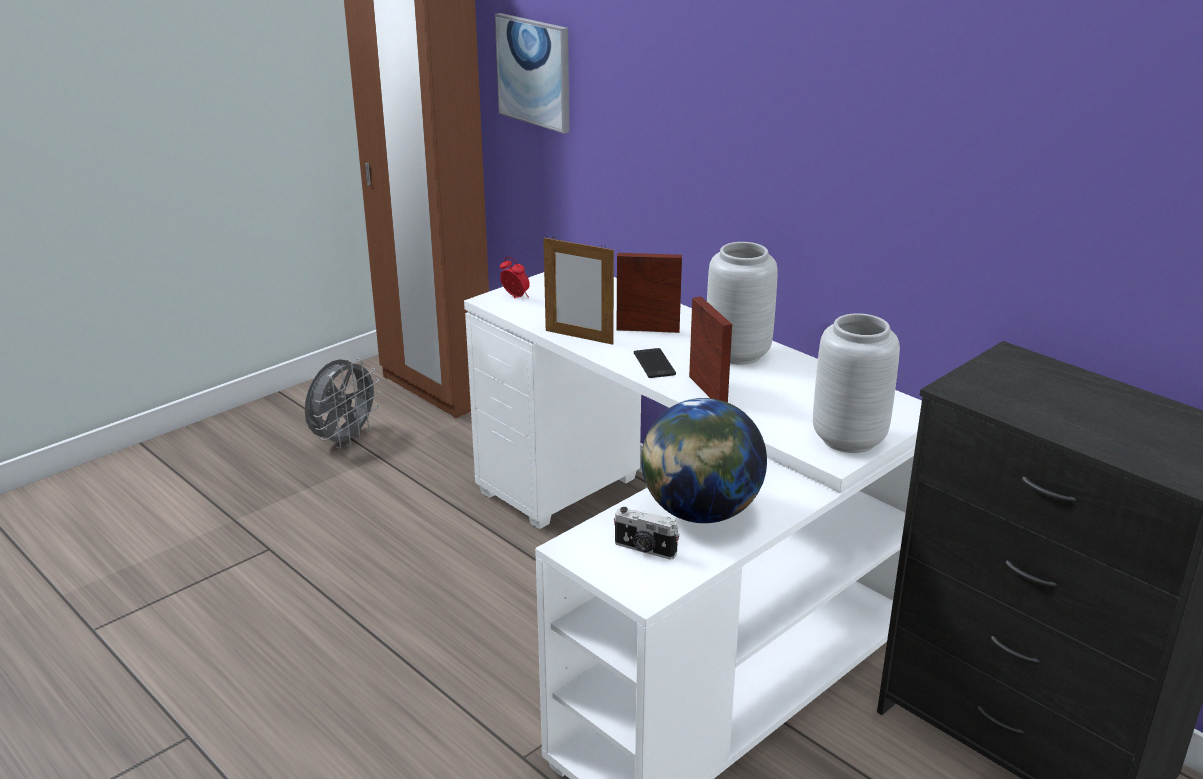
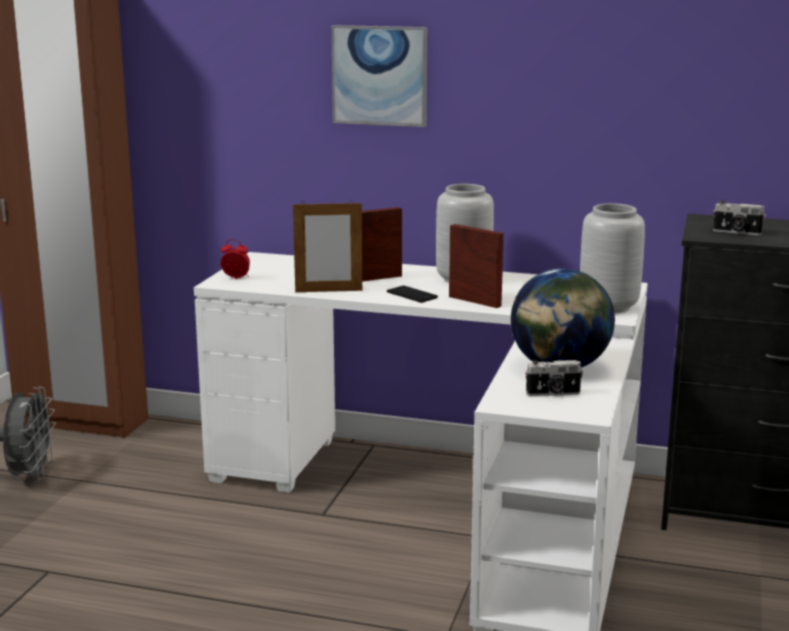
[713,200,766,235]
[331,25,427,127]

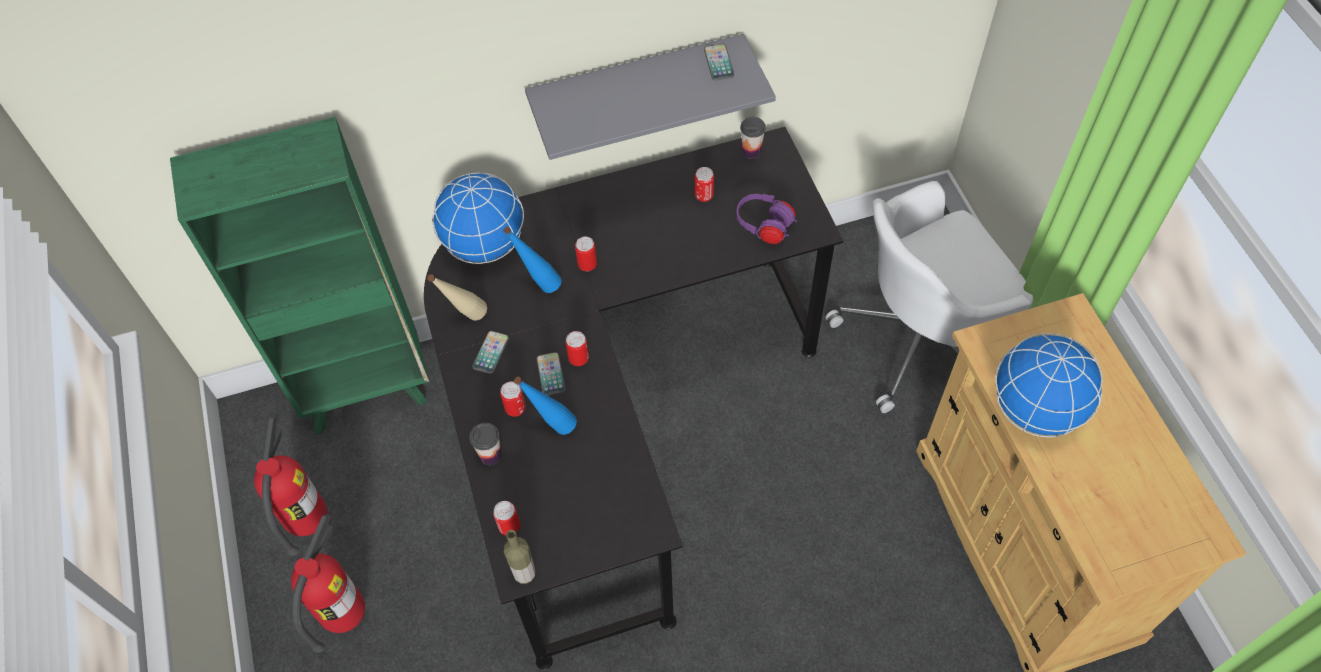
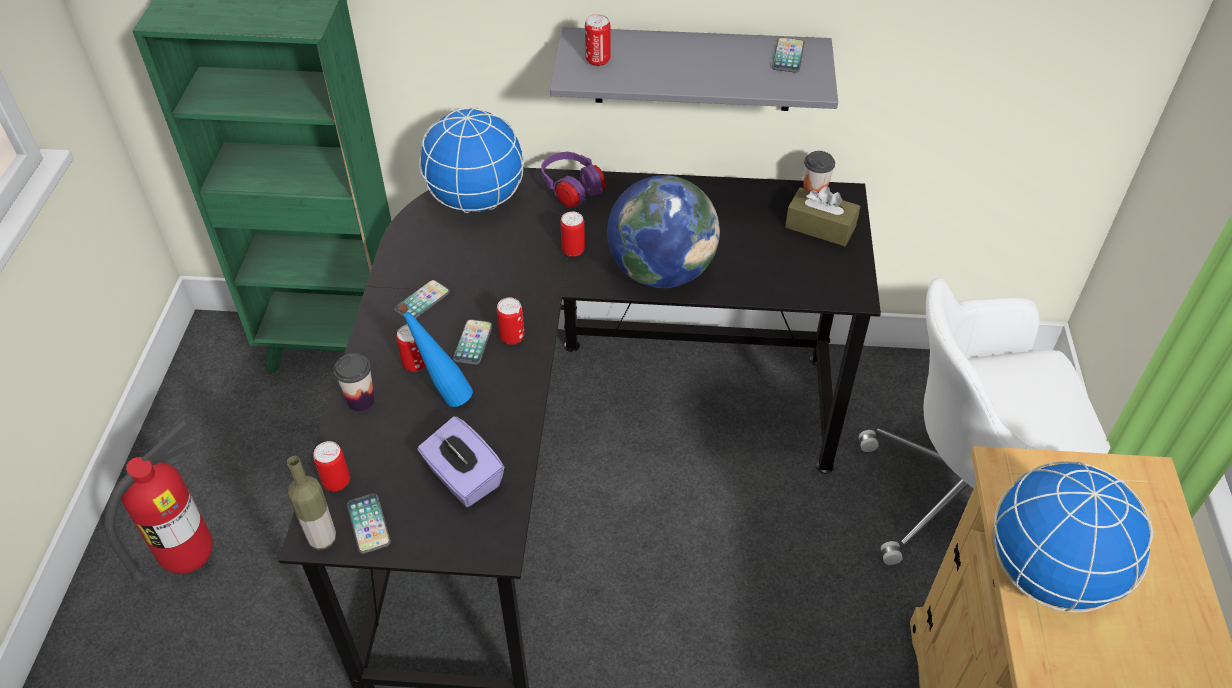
[254,417,327,556] (first image)
[427,274,487,320] (first image)
[503,227,562,293] (first image)
[347,493,391,554]
[418,416,504,507]
[607,175,720,288]
[785,186,860,246]
[585,14,611,66]
[541,152,606,208]

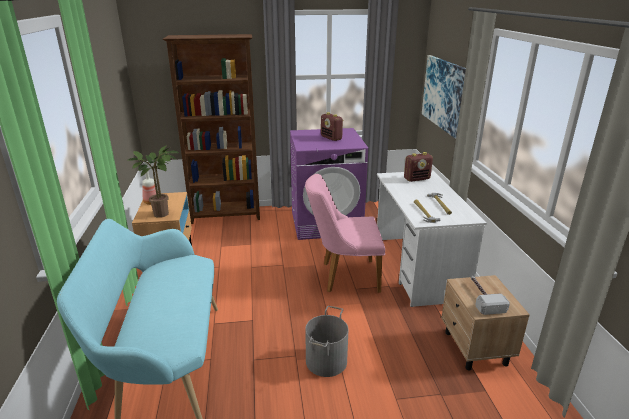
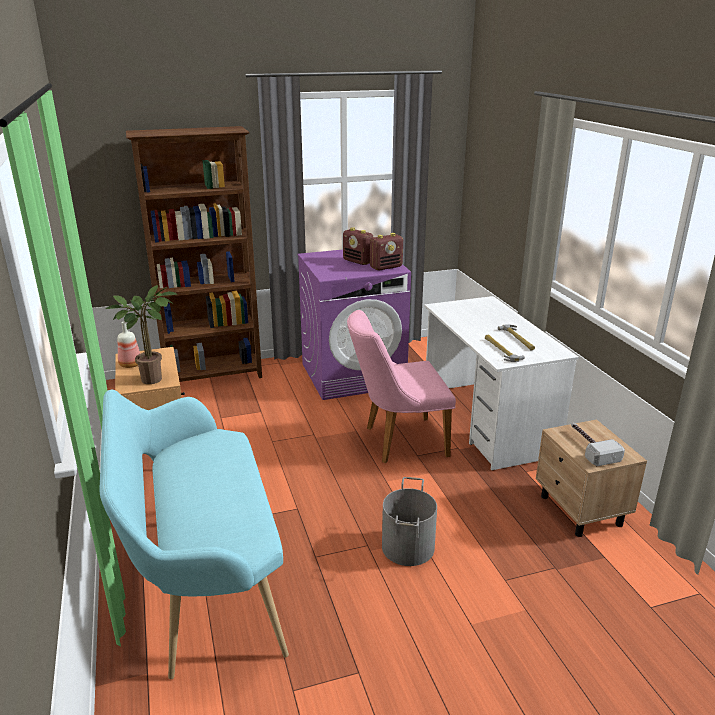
[422,55,466,139] (first image)
[370,233,403,271]

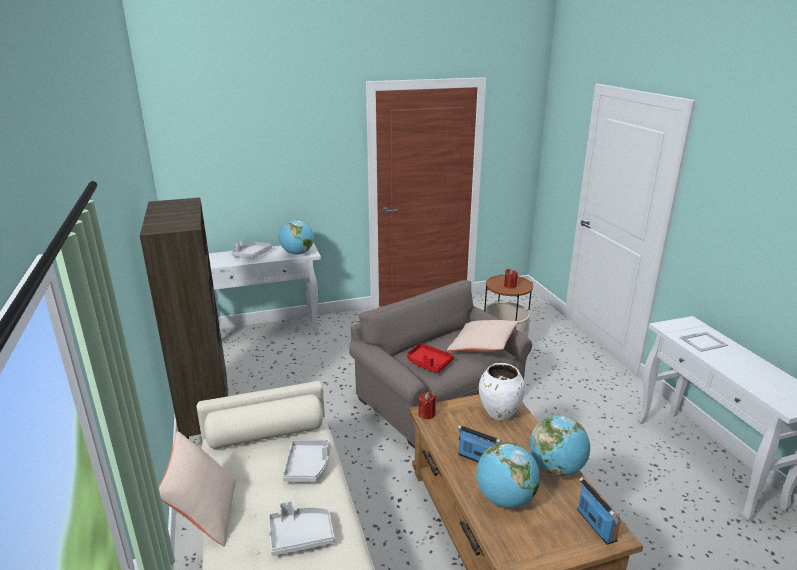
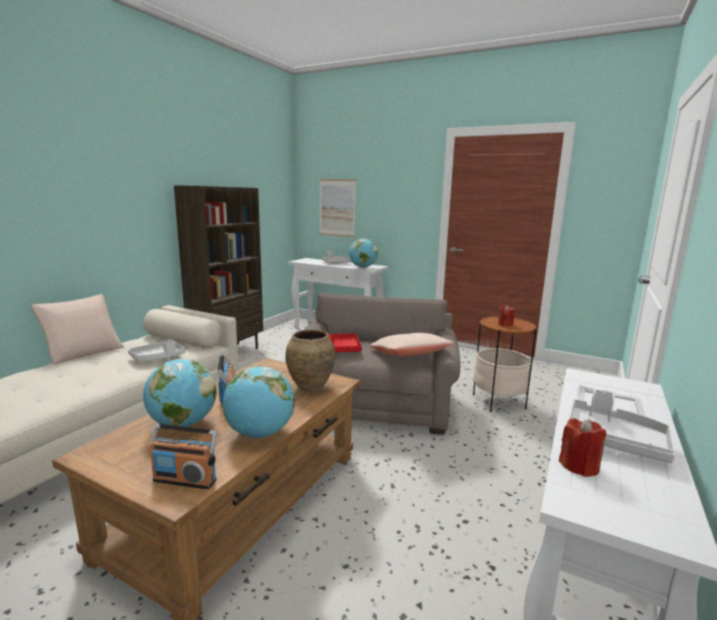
[319,180,356,237]
[566,389,675,463]
[559,418,606,477]
[285,329,335,392]
[150,424,218,489]

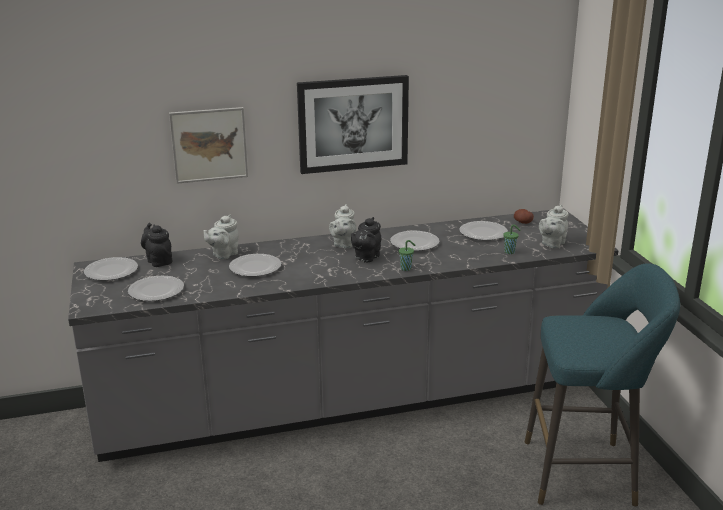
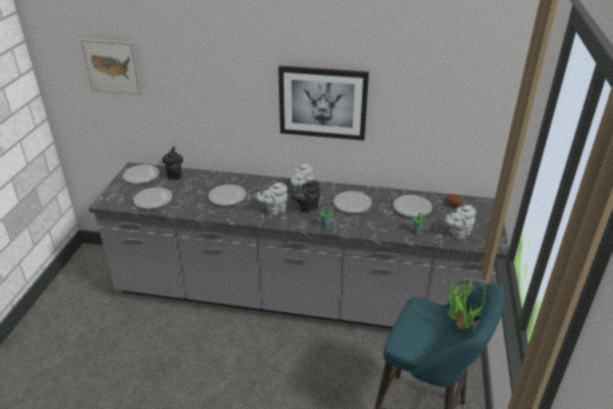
[444,275,494,331]
[81,39,141,94]
[257,182,288,215]

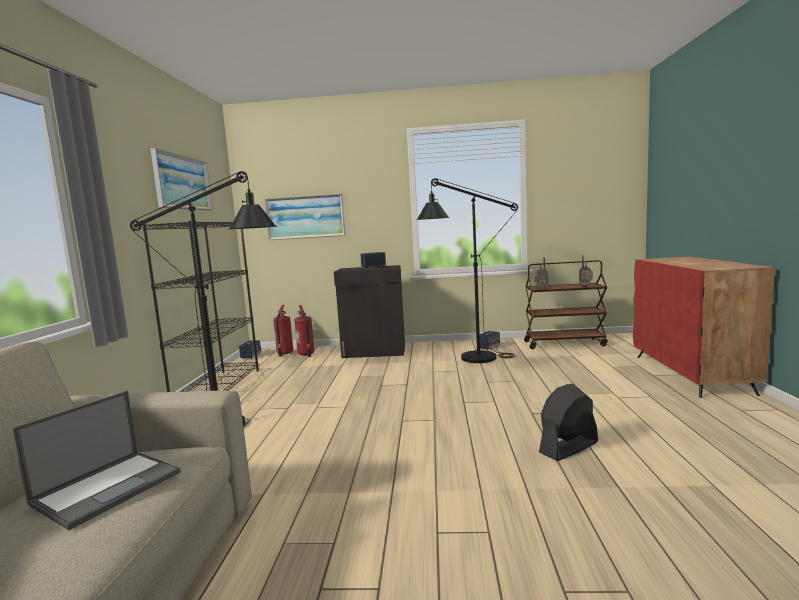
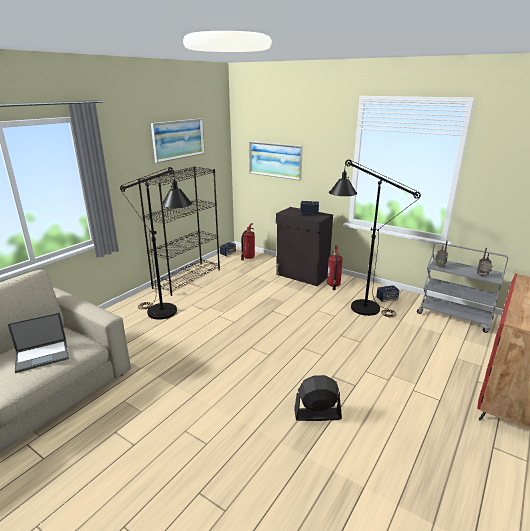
[327,245,343,290]
[417,242,508,333]

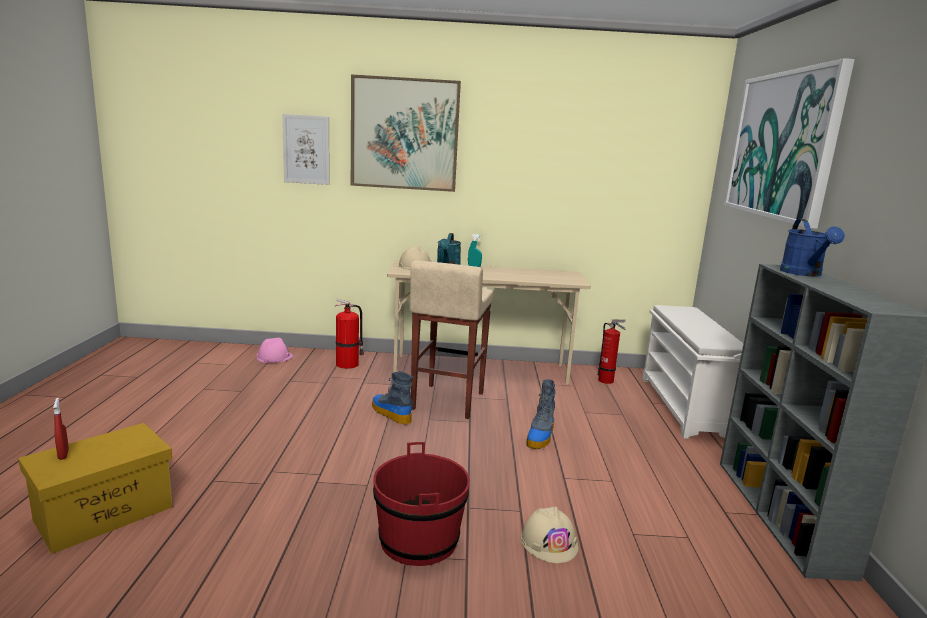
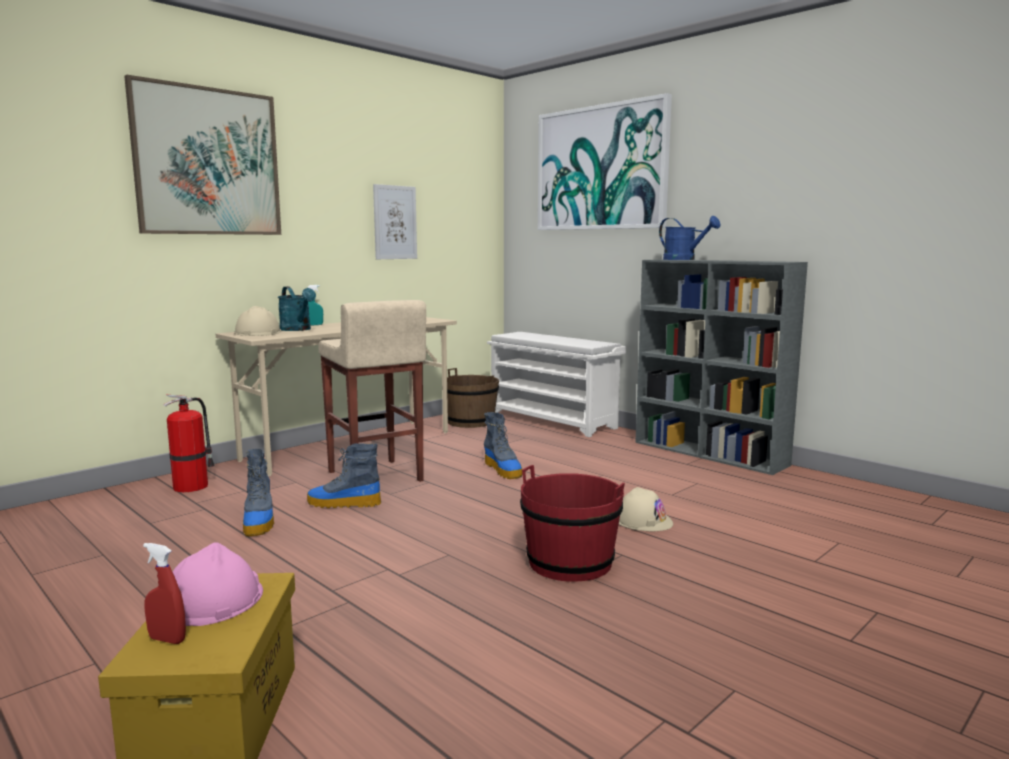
[243,449,274,536]
[173,543,263,626]
[373,184,417,259]
[447,368,499,428]

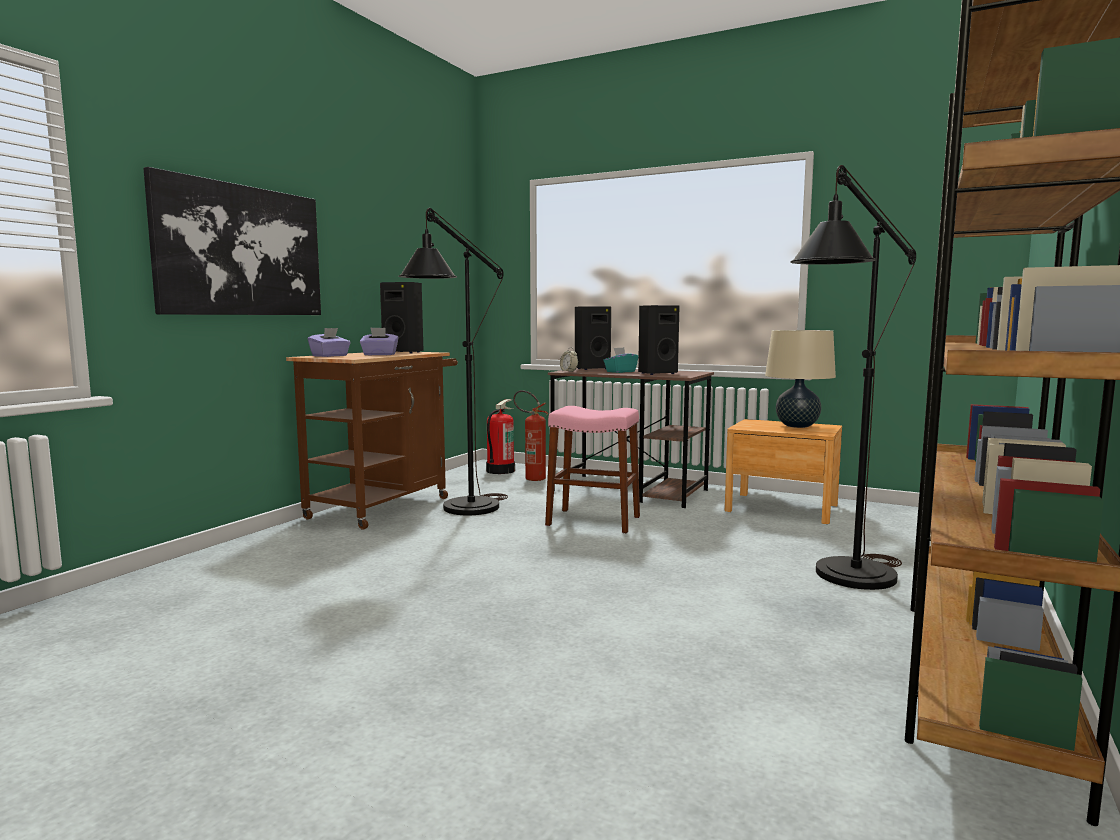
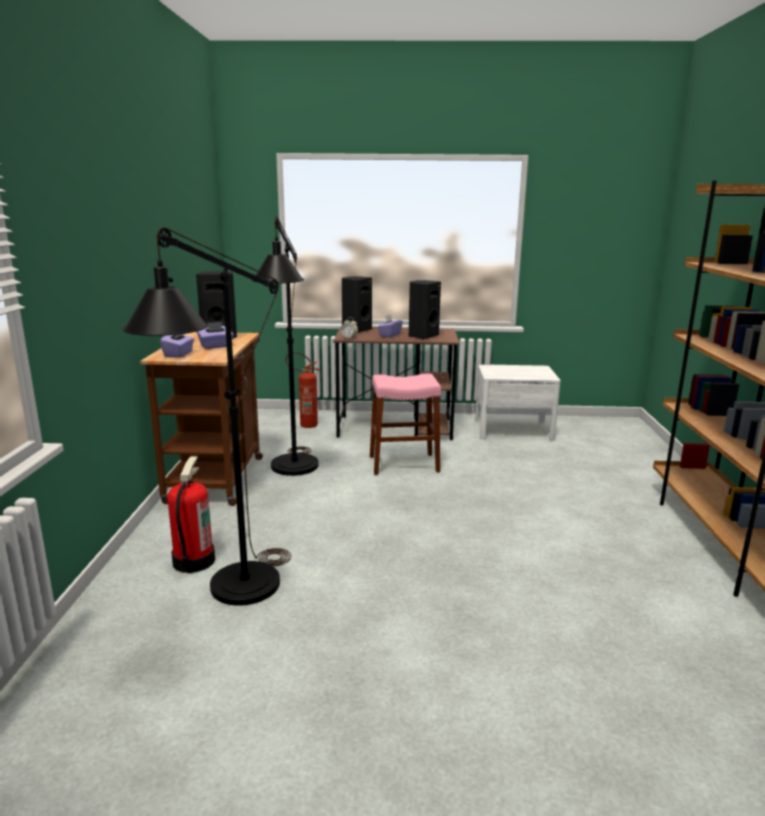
[143,167,321,315] (first image)
[765,330,836,428] (first image)
[167,457,215,573]
[123,227,291,606]
[377,314,403,337]
[475,364,561,441]

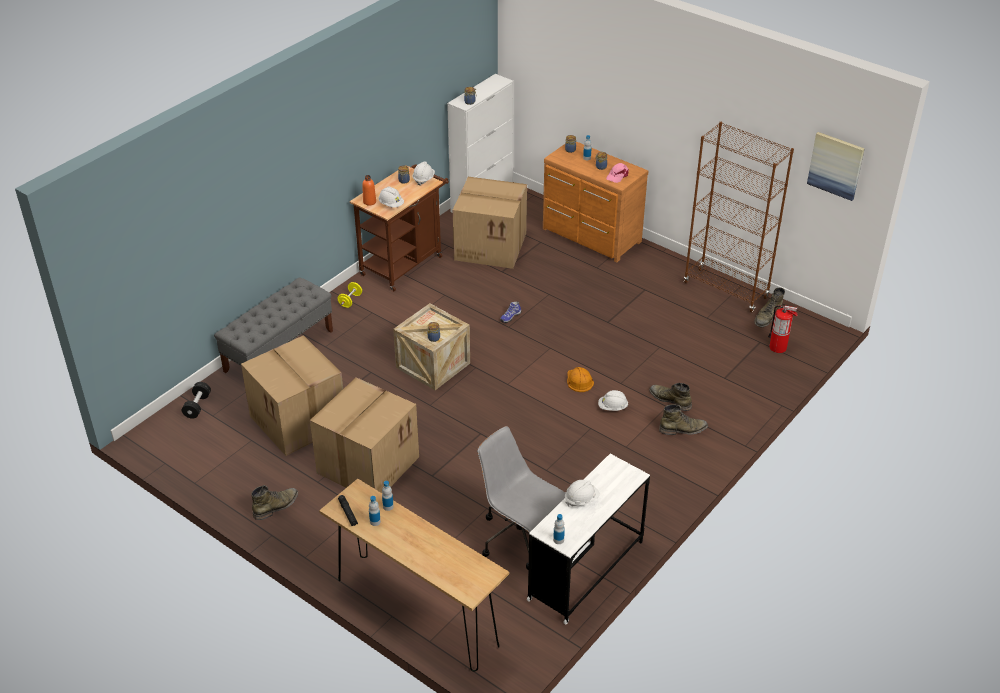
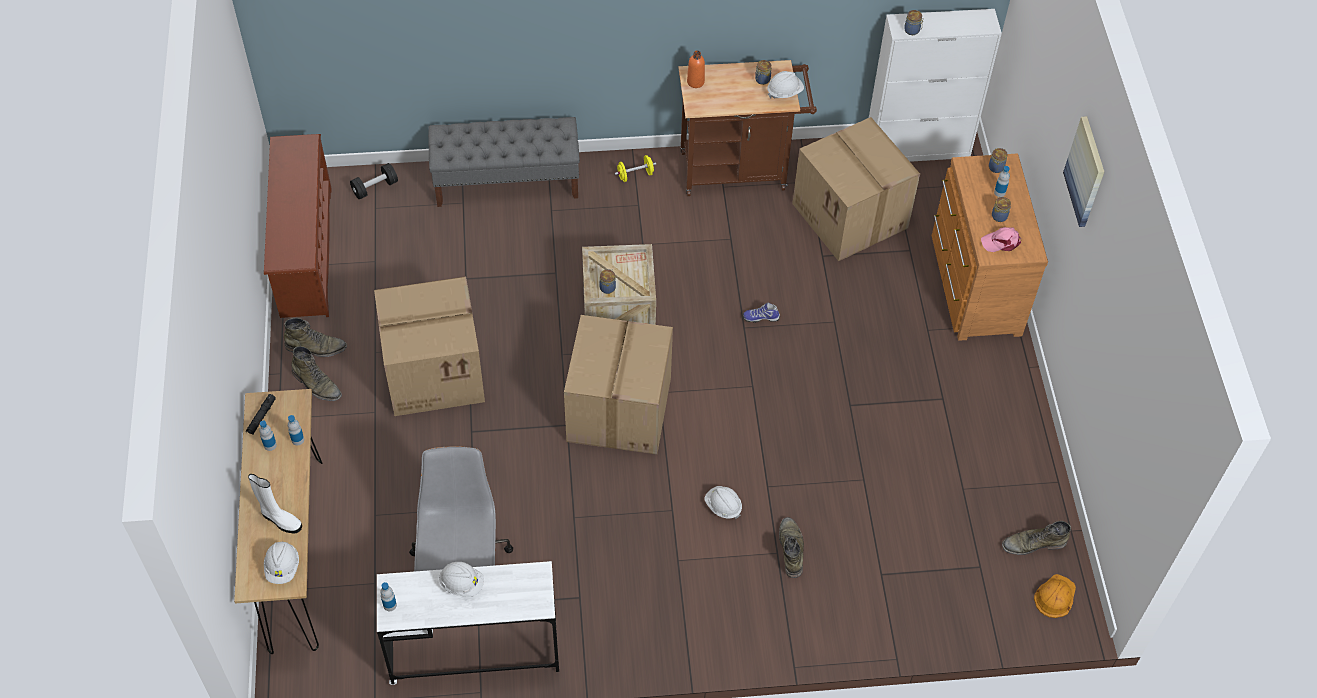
[684,122,794,313] (first image)
[768,305,798,353] (first image)
[248,474,302,533]
[264,134,332,318]
[564,315,673,455]
[264,542,299,584]
[1034,574,1076,618]
[291,346,342,401]
[1063,116,1104,227]

